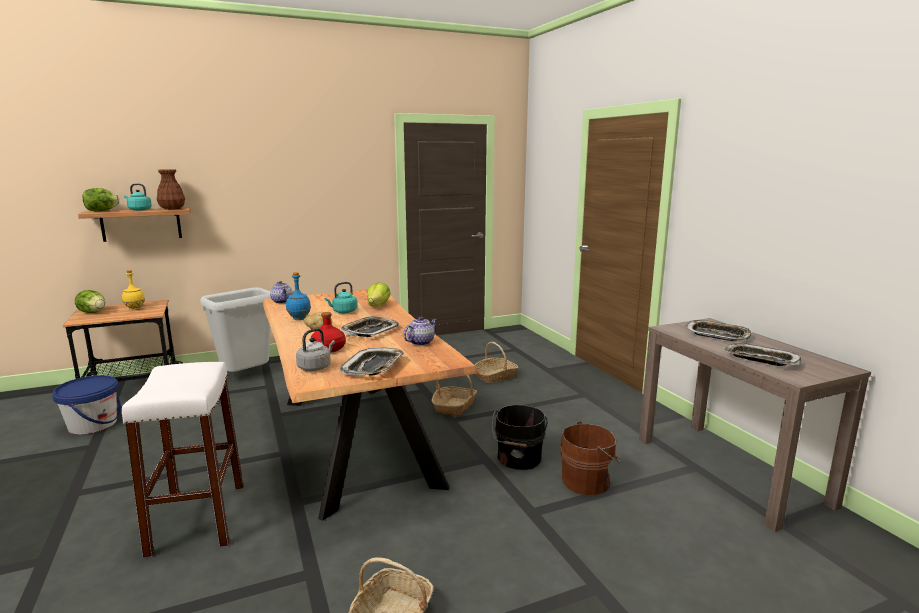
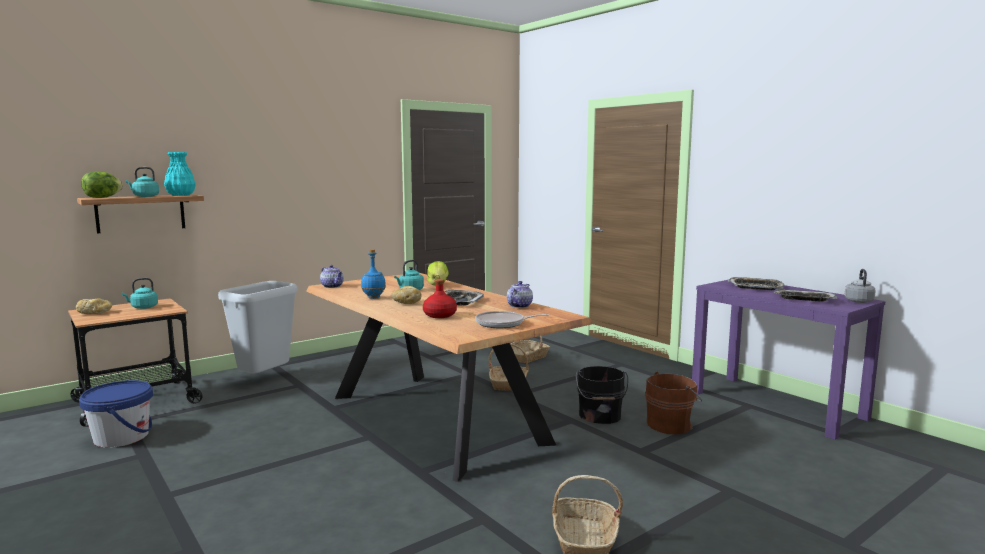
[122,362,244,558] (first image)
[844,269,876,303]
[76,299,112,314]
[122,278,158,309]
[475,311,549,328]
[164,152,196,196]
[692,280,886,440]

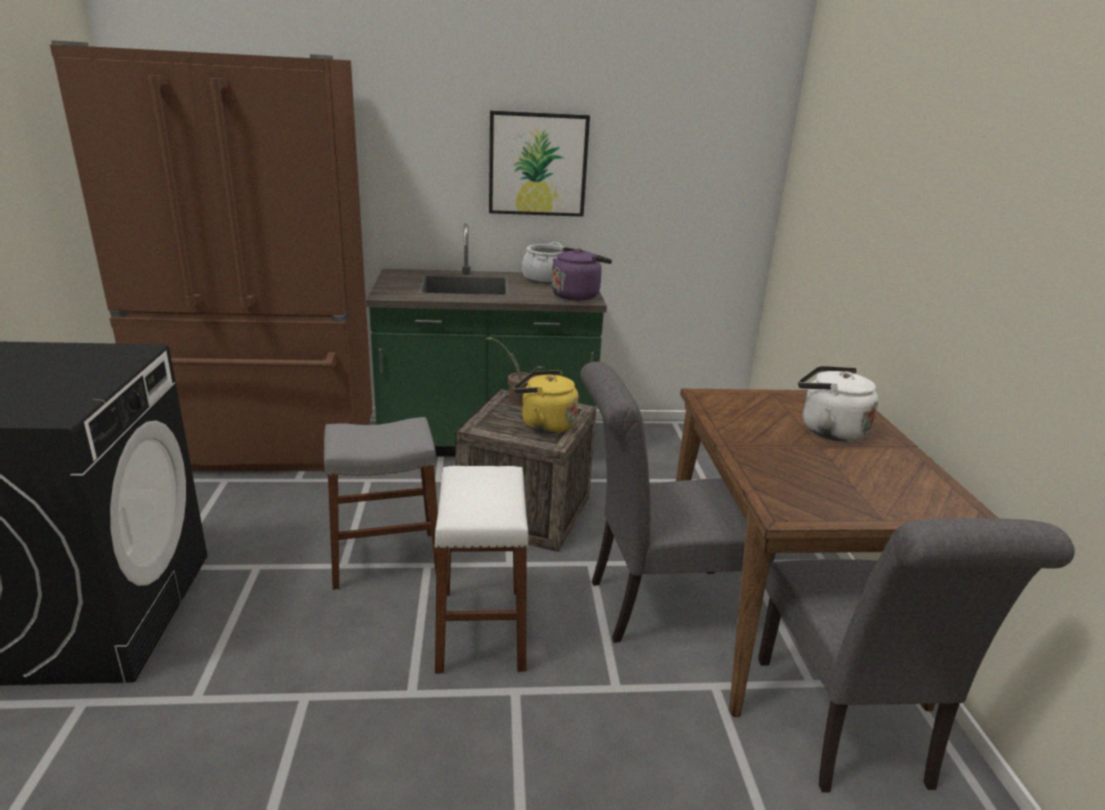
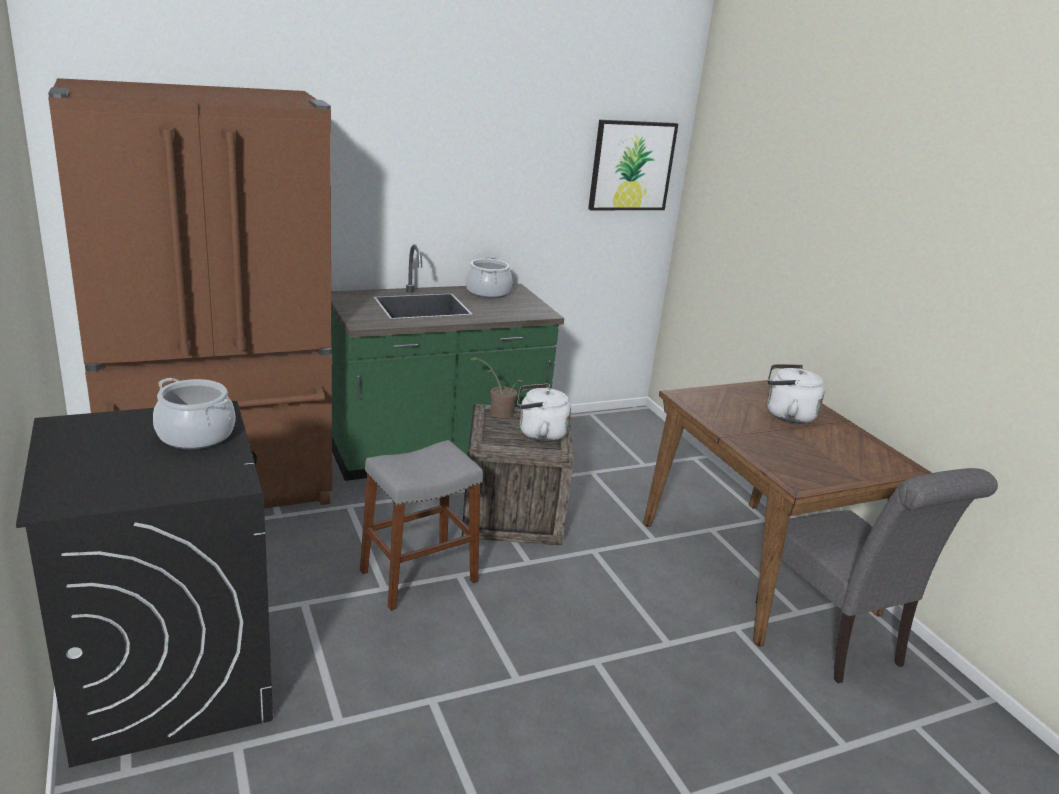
[434,466,529,674] (first image)
[551,247,612,301] (first image)
[580,362,776,643] (first image)
[153,378,235,449]
[588,120,678,210]
[517,384,571,442]

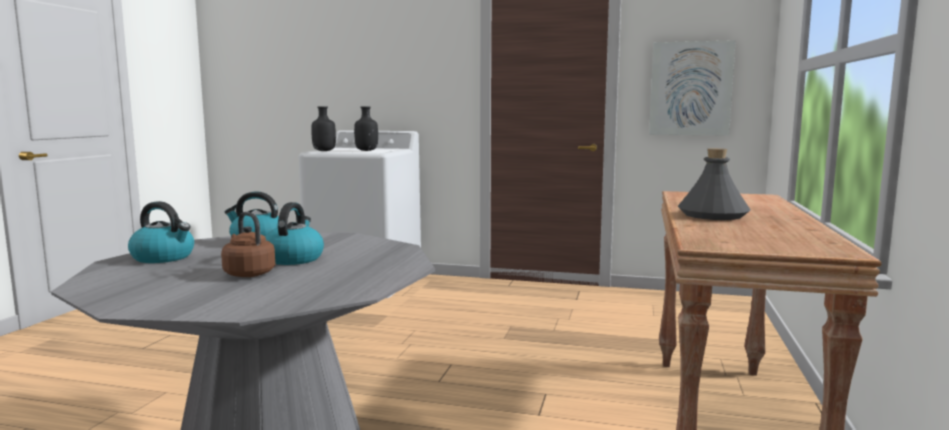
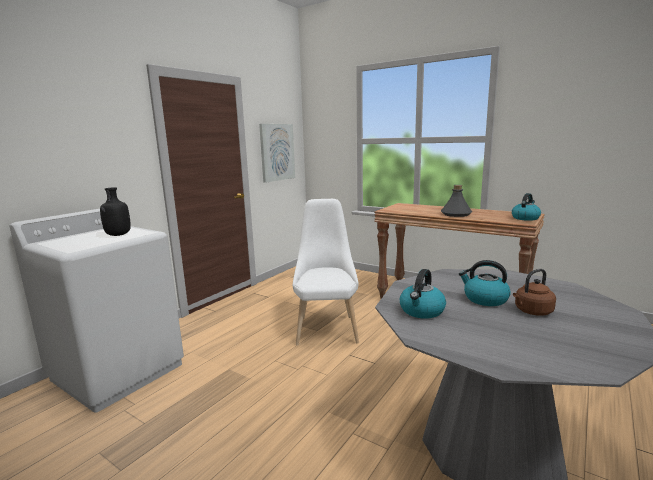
[311,106,336,151] (first image)
[293,199,359,346]
[512,193,541,221]

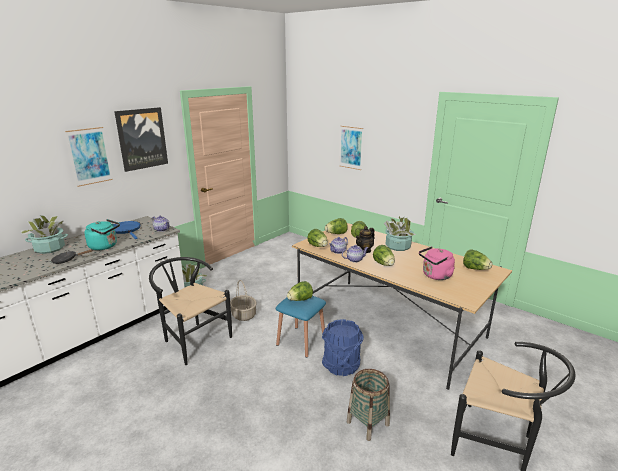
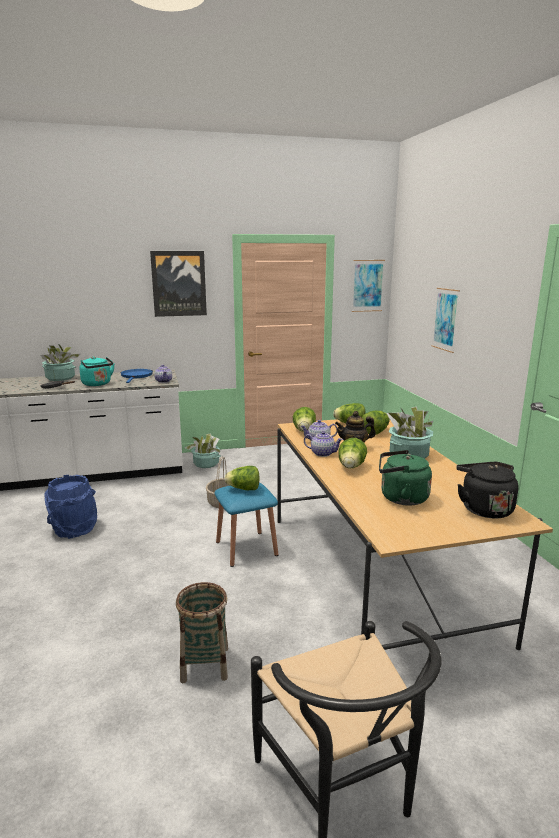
[149,257,232,365] (first image)
[351,260,385,312]
[44,475,97,539]
[456,462,519,518]
[379,450,432,506]

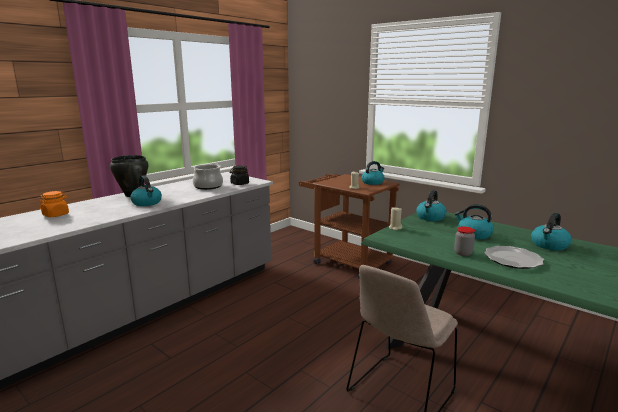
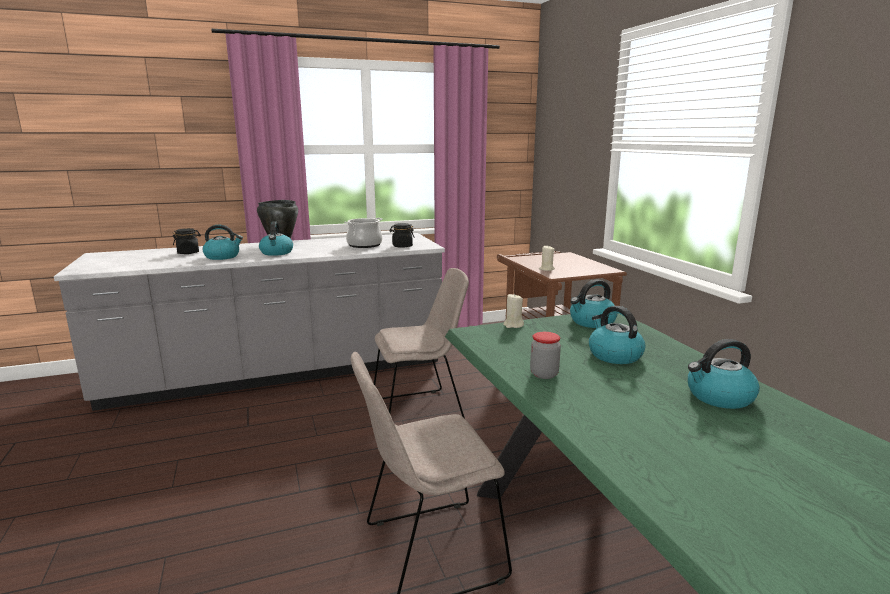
[484,246,544,269] (first image)
[374,268,469,419]
[202,225,243,260]
[173,228,201,254]

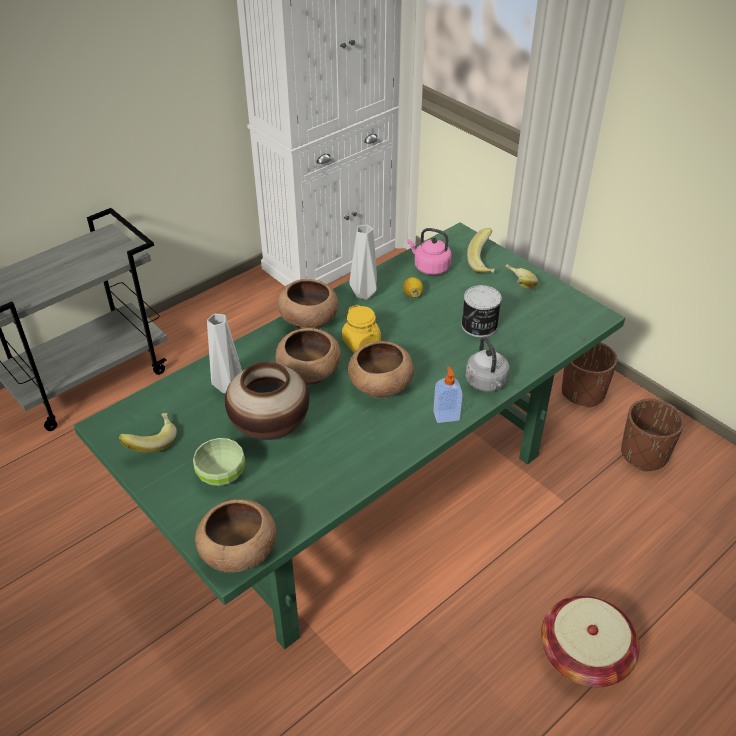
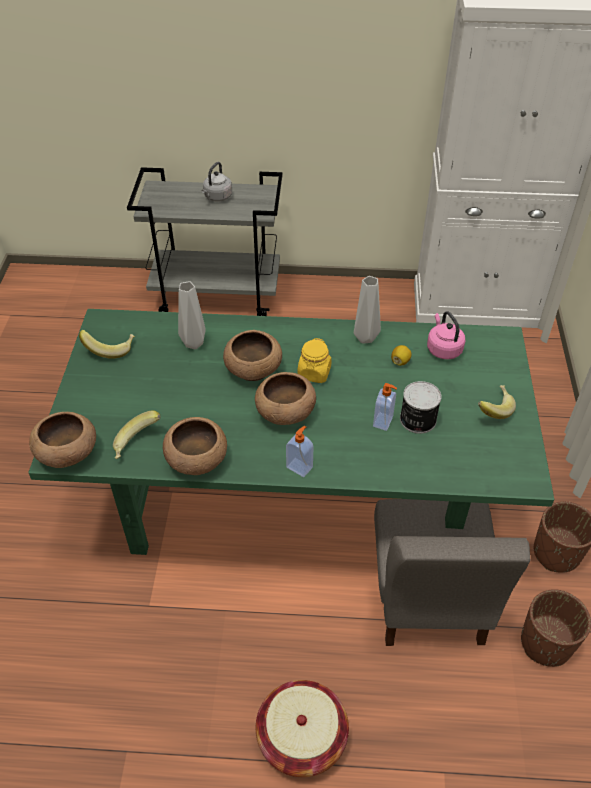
[193,438,245,486] (first image)
[225,362,309,440] (first image)
[373,383,397,431]
[374,499,530,646]
[163,417,227,475]
[202,162,232,202]
[113,410,161,459]

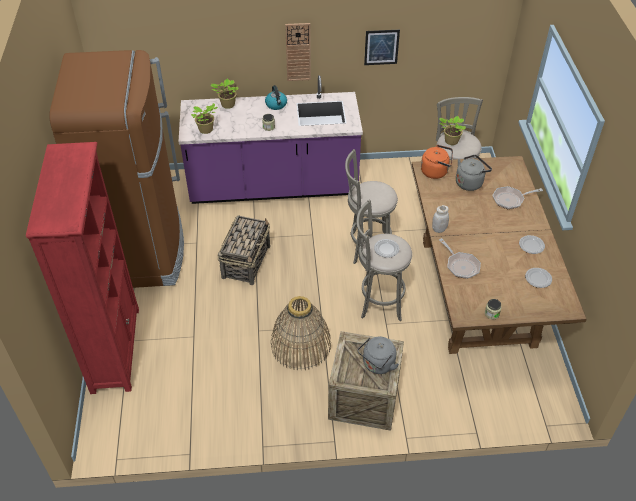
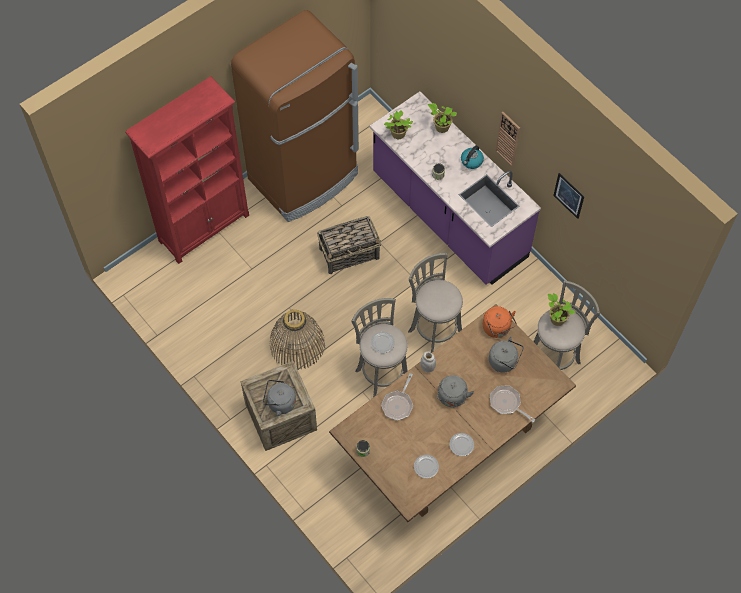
[437,375,474,407]

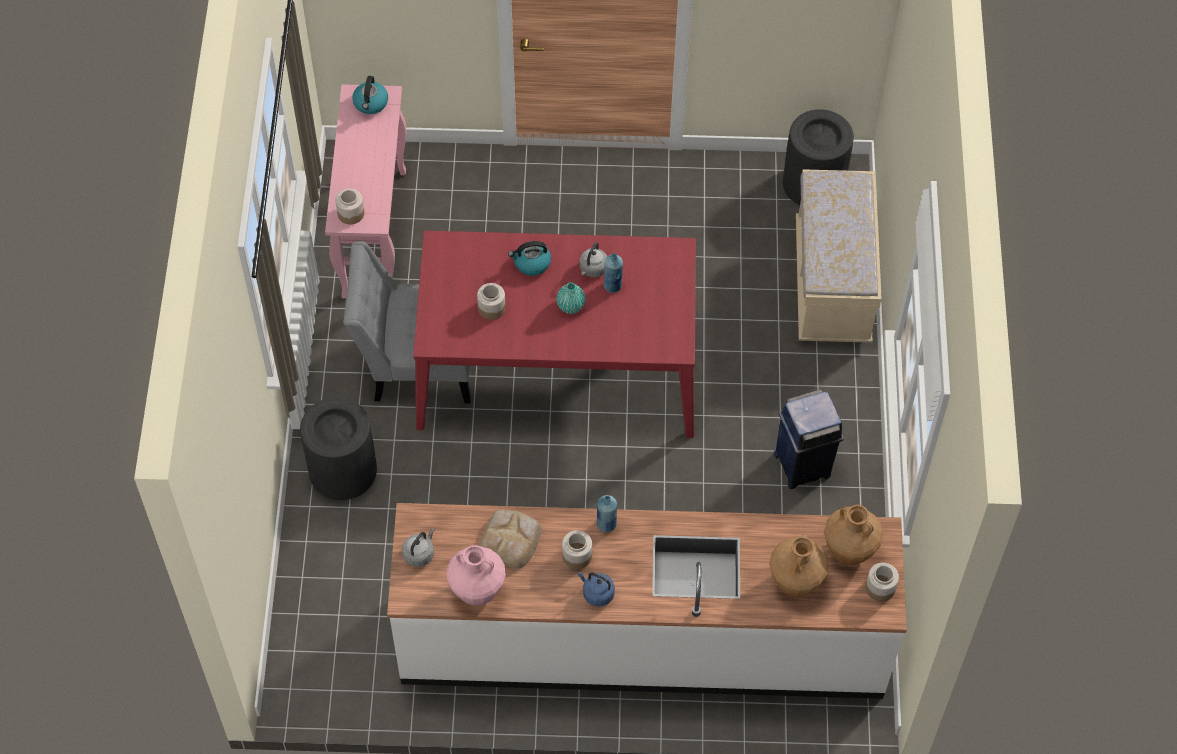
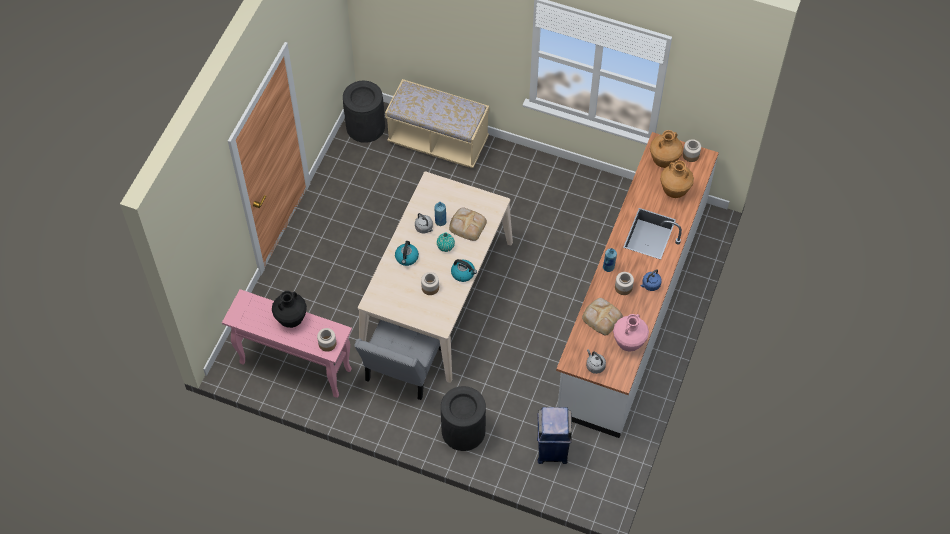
[272,291,307,328]
[449,207,487,241]
[451,259,477,282]
[537,407,572,464]
[358,171,513,383]

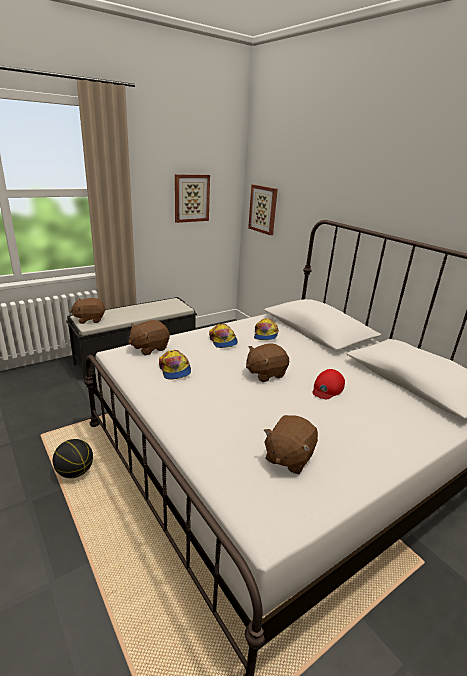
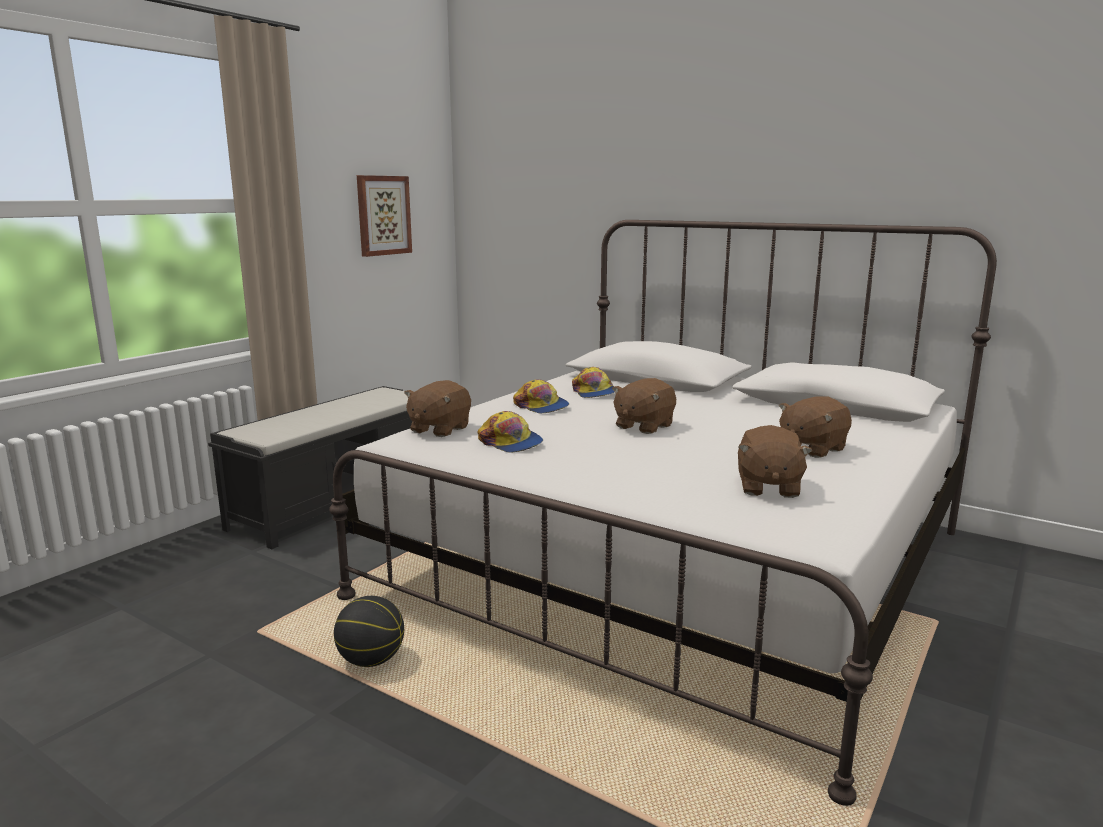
[248,185,278,235] (first image)
[312,369,345,399] (first image)
[779,396,852,458]

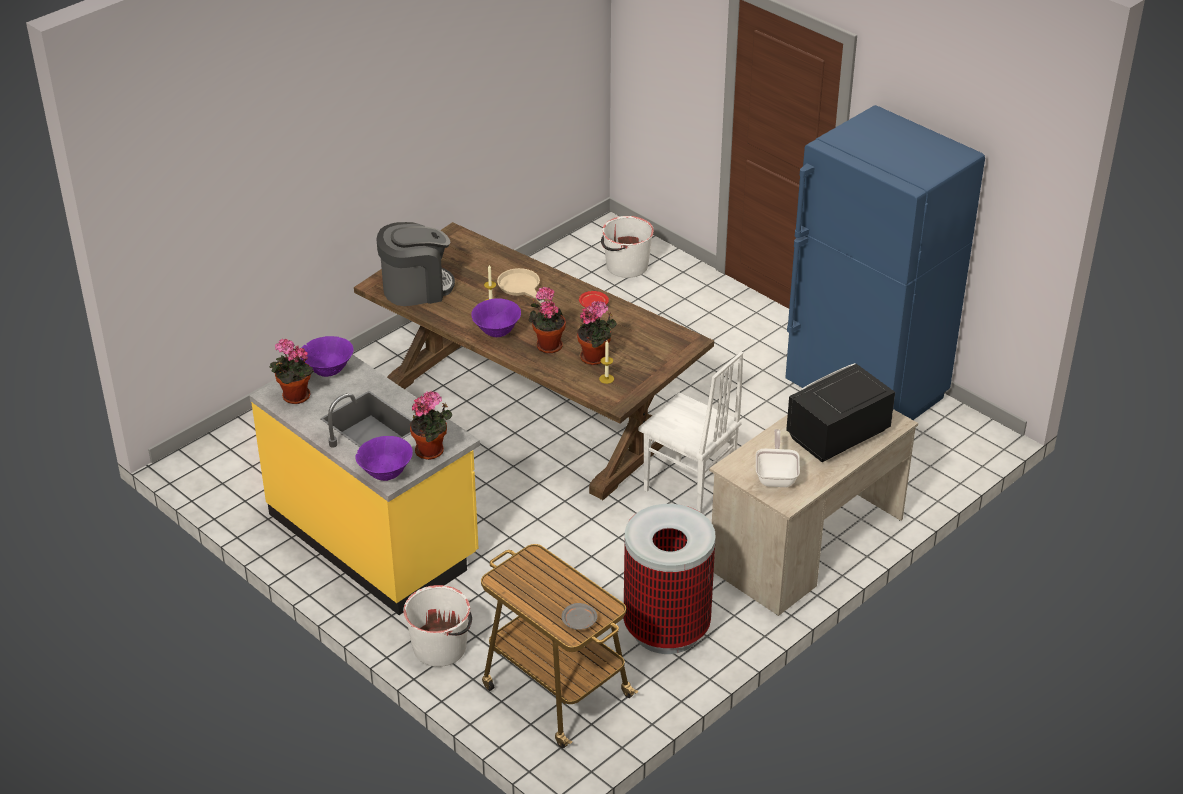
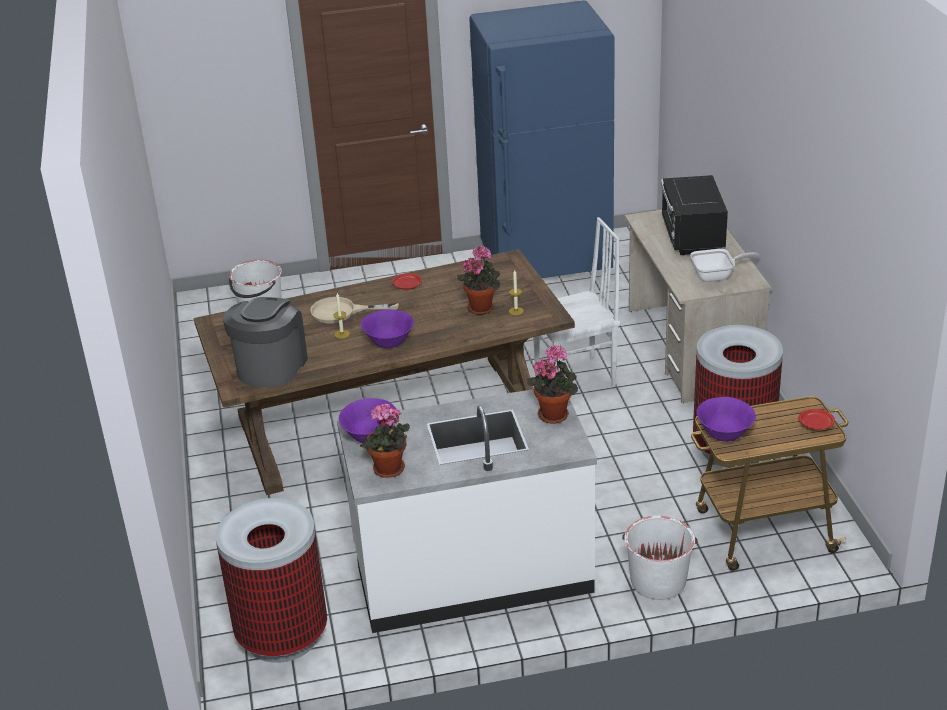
[529,287,566,354] (first image)
[215,498,327,663]
[697,397,756,442]
[337,389,597,633]
[799,409,835,430]
[690,249,760,282]

